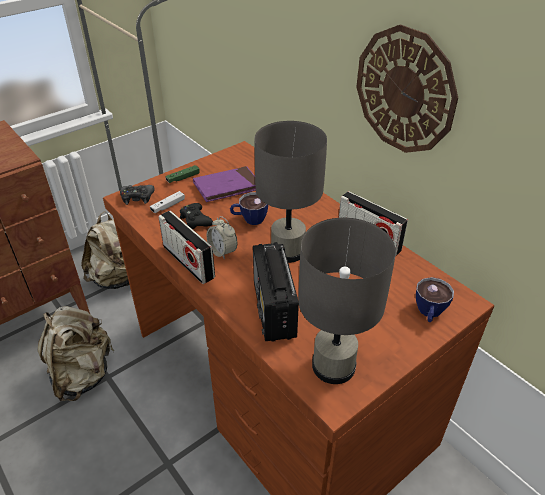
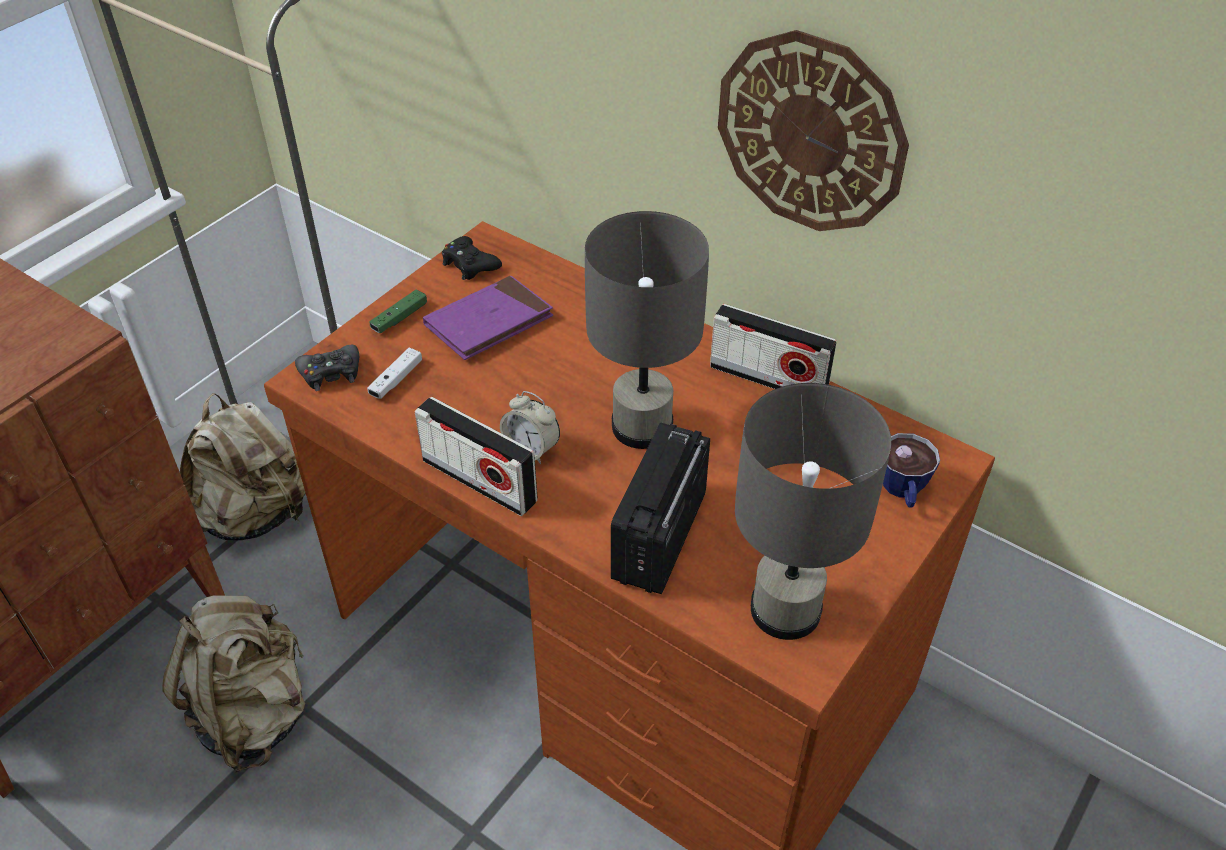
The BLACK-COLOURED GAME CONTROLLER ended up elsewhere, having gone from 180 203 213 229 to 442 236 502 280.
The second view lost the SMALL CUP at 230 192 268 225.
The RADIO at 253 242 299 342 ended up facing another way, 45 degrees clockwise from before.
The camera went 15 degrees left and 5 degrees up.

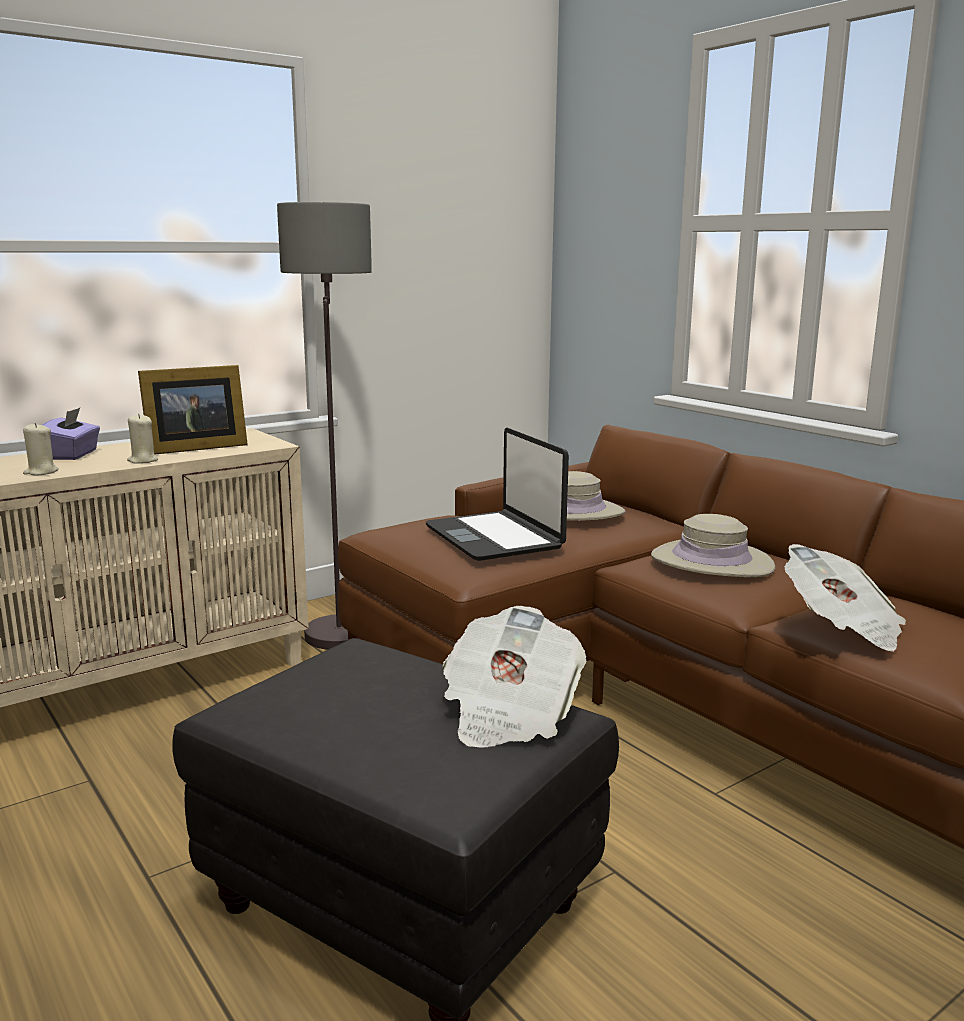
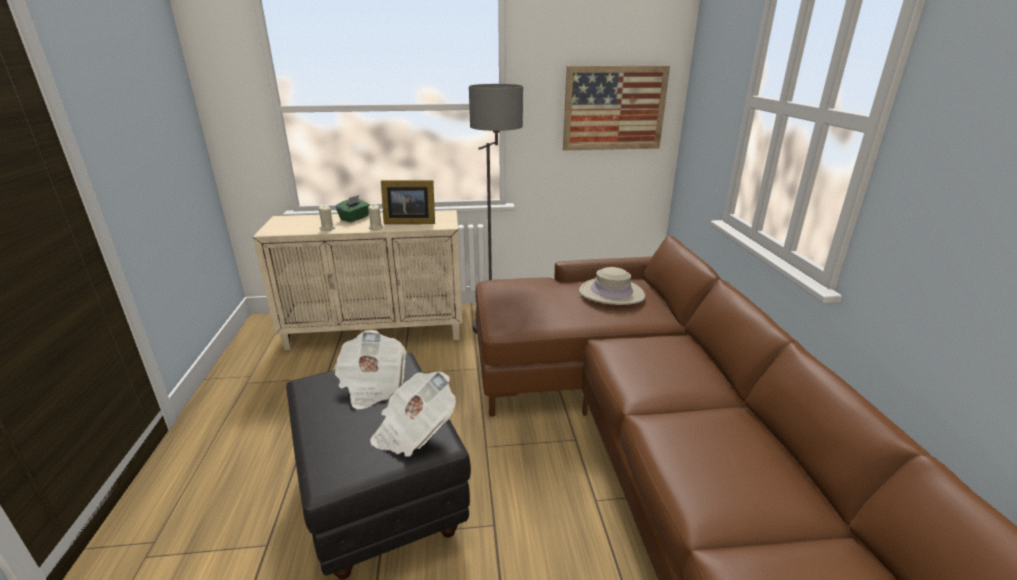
What was the PURPLE-COLOURED TISSUE HOLDER at 43 408 100 460 turned into the GREEN-COLOURED TISSUE HOLDER at 336 195 370 222.
The second view lost the PORTABLE COMPUTER at 426 428 569 561.
The second view lost the SAND-COLOURED HAT at 651 514 775 577.
The NEWSPAPER ended up elsewhere, having gone from 784 544 906 652 to 334 330 407 410.
The second view gained the WALL PICTURE at 563 65 670 150.
The camera went 30 degrees right and 10 degrees up.

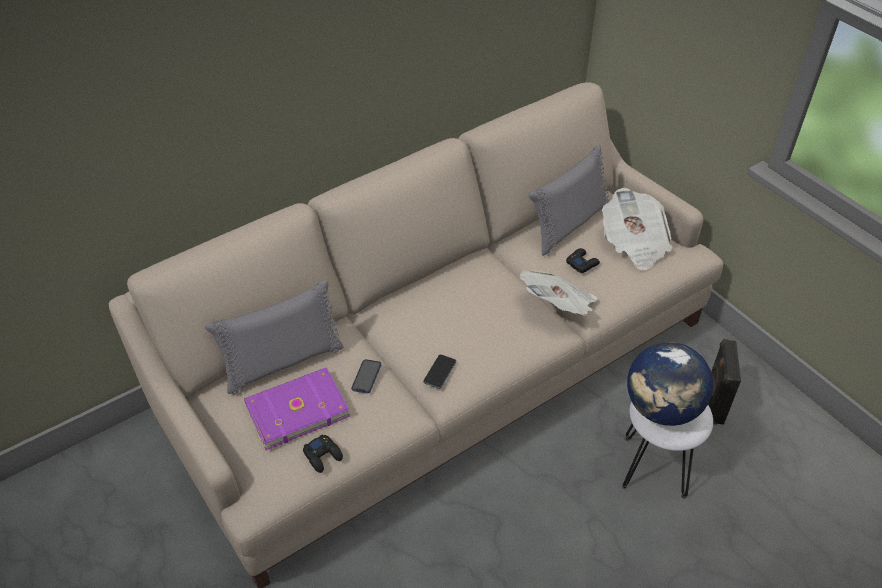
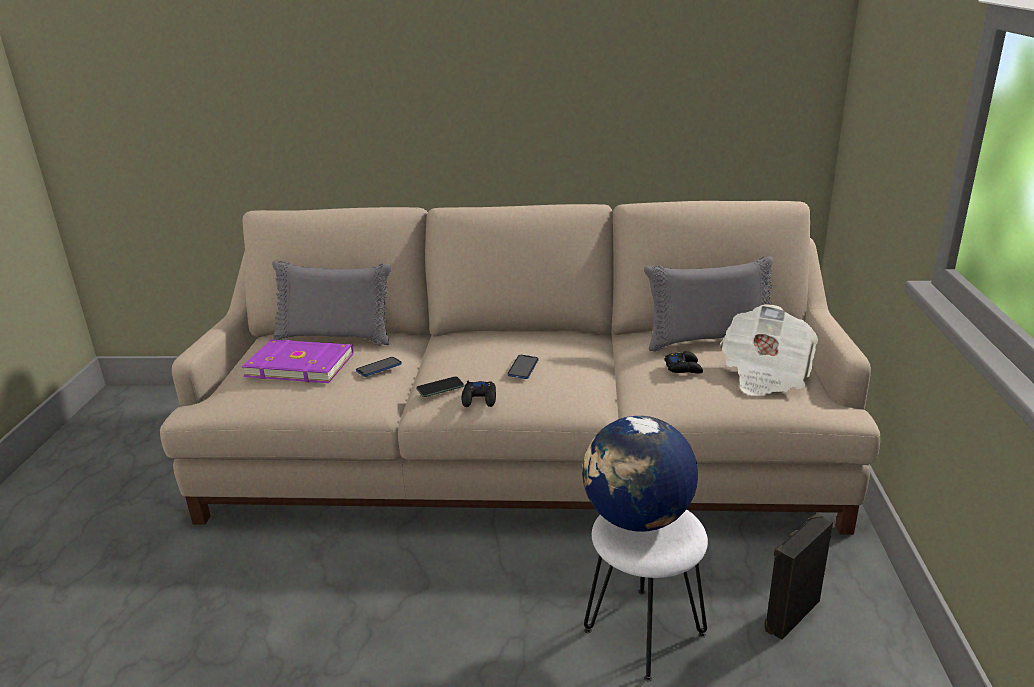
The BLACK-COLOURED GAME CONTROLLER ended up elsewhere, having gone from 303 434 343 473 to 461 381 496 407.
The second view lost the NEWSPAPER at 520 269 598 316.
The second view gained the HANDSET at 507 355 538 379.
The camera went 40 degrees right and 20 degrees down.

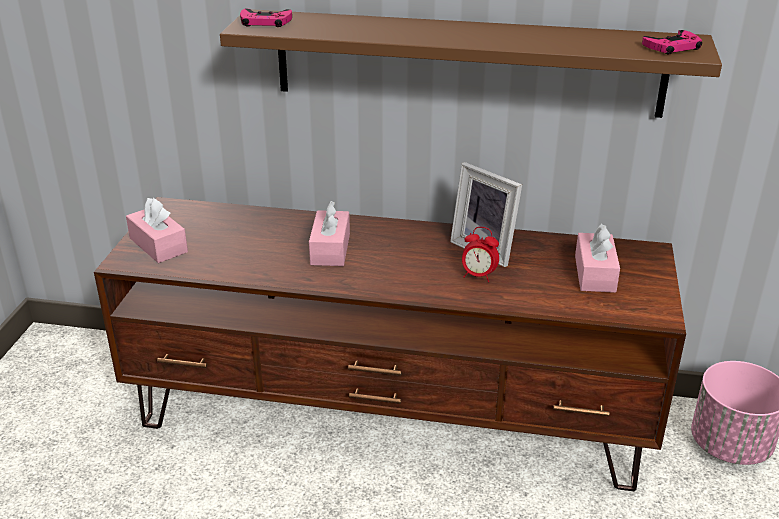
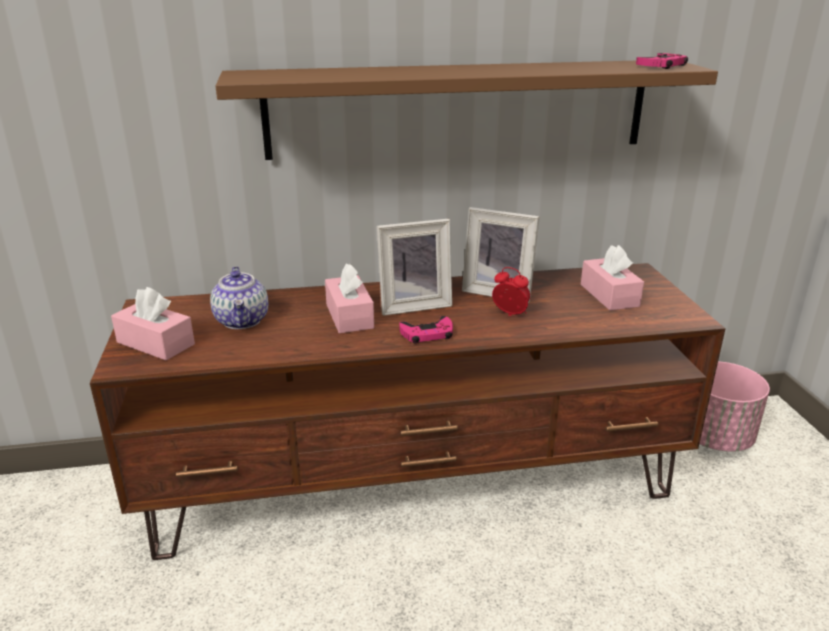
The PINKISH GAME CONTROLLER ended up elsewhere, having gone from 240 8 292 27 to 399 316 453 343.
The ALARM CLOCK at 462 227 499 282 ended up facing another way, 150 degrees counterclockwise from before.
The second view gained the TEAPOT at 210 266 268 329.
The second view gained the PHOTO FRAME at 377 219 452 316.
The camera went 20 degrees left and 5 degrees down.

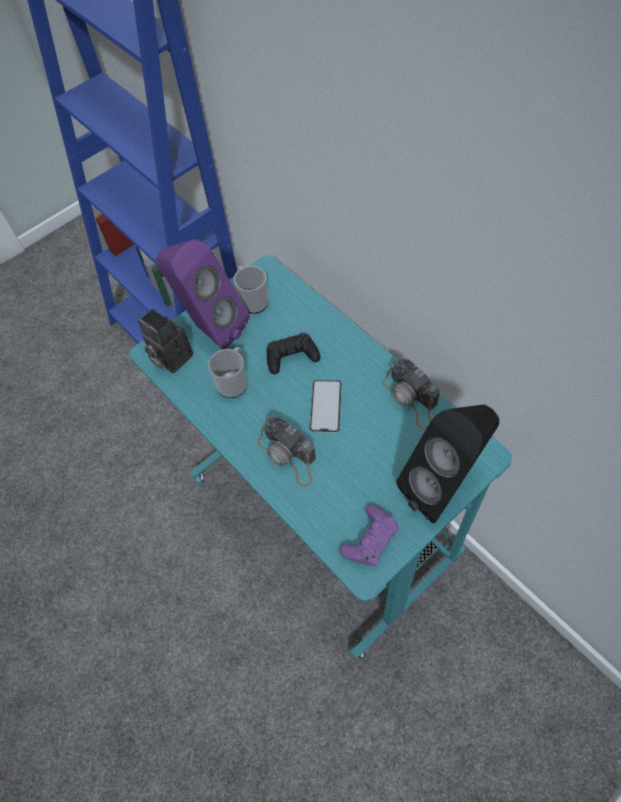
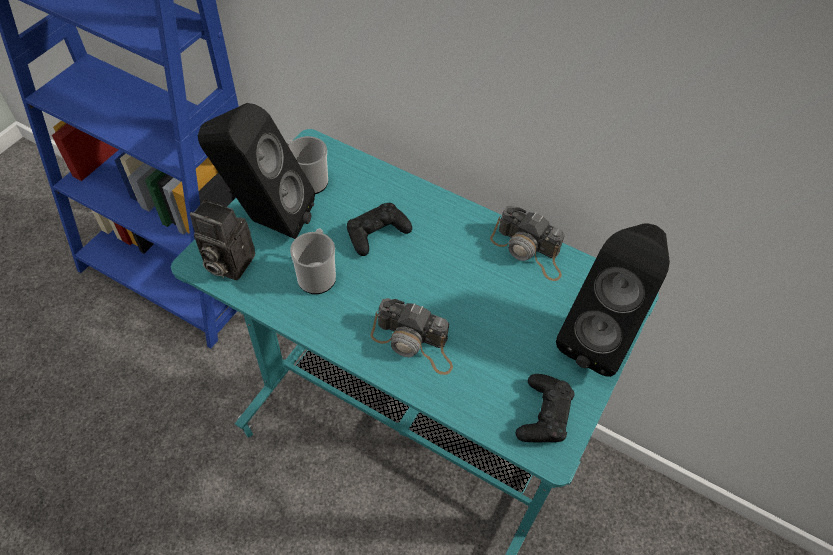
What was the PURPLE-COLOURED SPEAKER at 156 239 249 350 turned into the BLACK-COLOURED SPEAKER at 198 103 315 239.
The second view lost the HANDSET at 310 380 342 433.
What was the PURPLE-COLOURED GAME CONTROLLER at 339 505 399 566 turned into the BLACK-COLOURED GAME CONTROLLER at 516 374 575 442.
The camera went 25 degrees left and 5 degrees down.

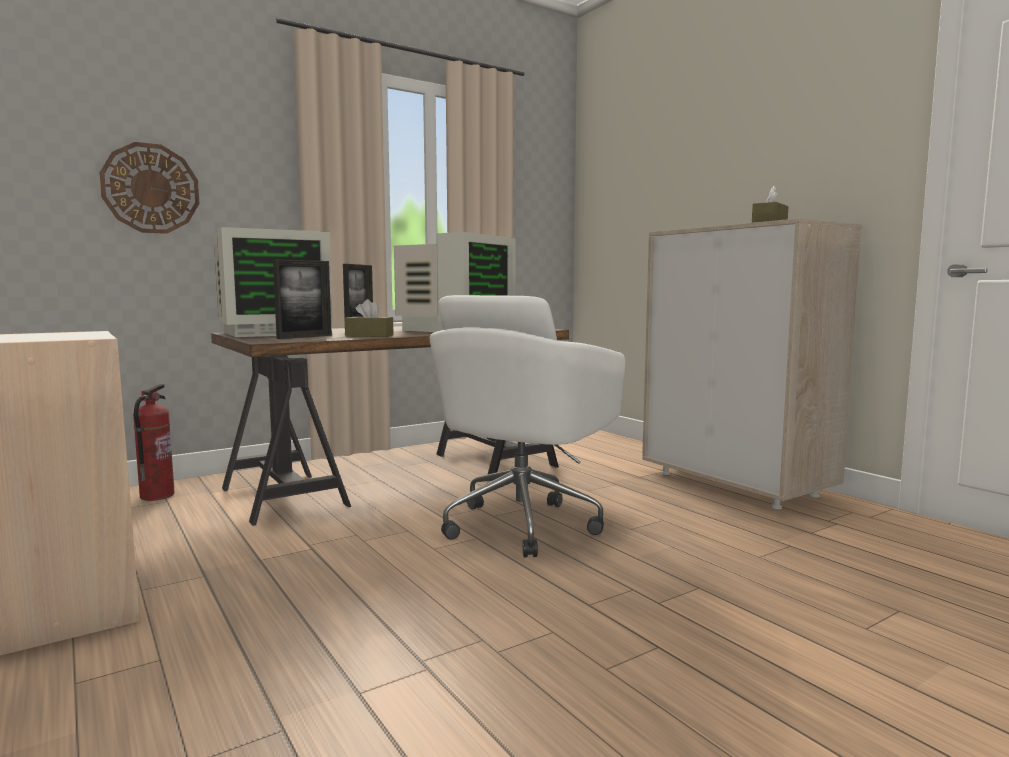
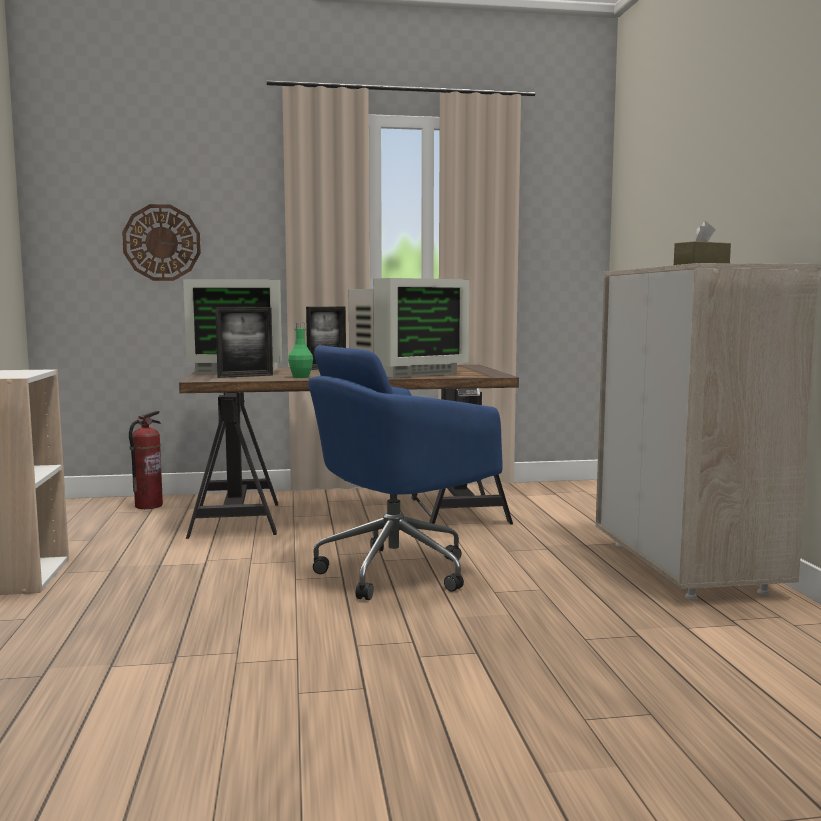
Where the BROWN-COLOURED TISSUE HOLDER stood at 345 299 394 337, the GREEN-COLOURED BEVERAGE BOTTLE came to stand at 288 323 313 378.
What was the WHITISH COMPUTER CHAIR at 429 295 625 557 turned into the BLUE COMPUTER CHAIR at 308 345 503 600.
The camera went 25 degrees right and 0 degrees up.

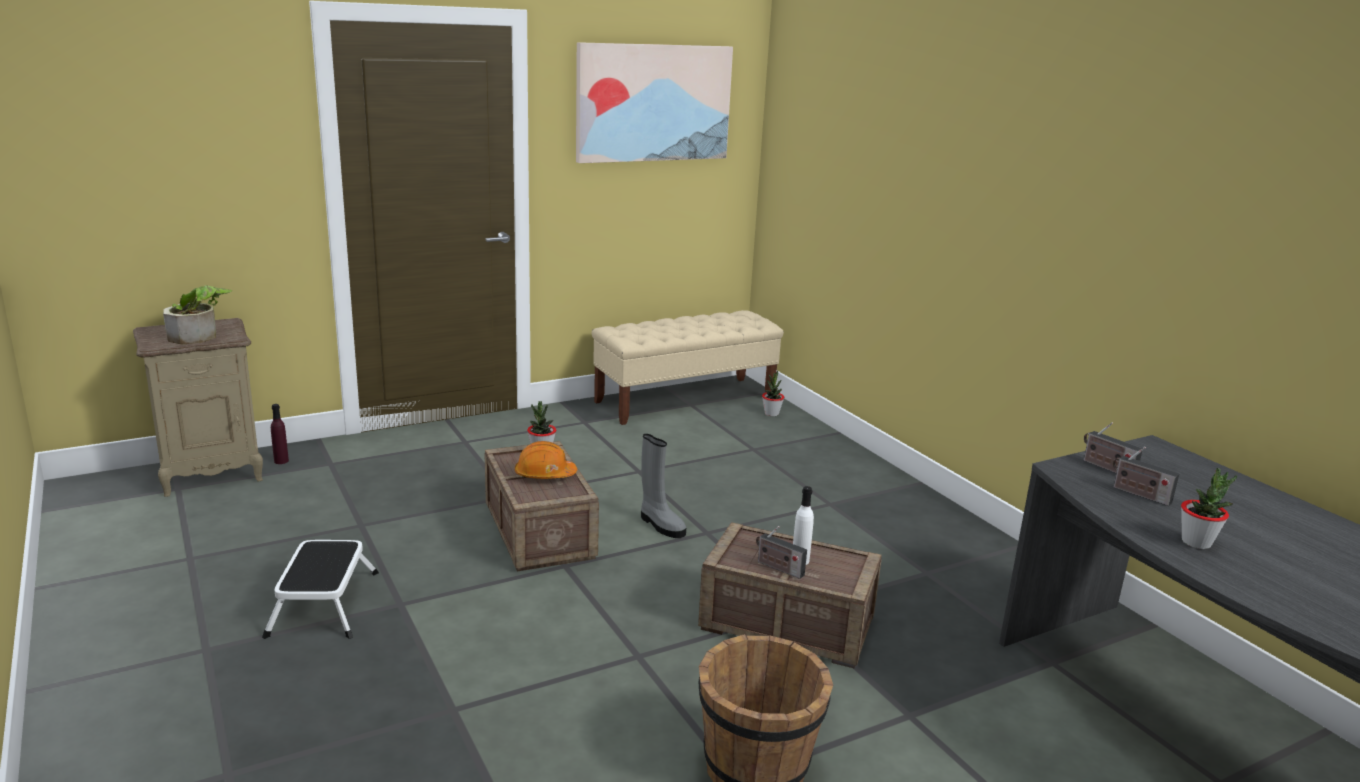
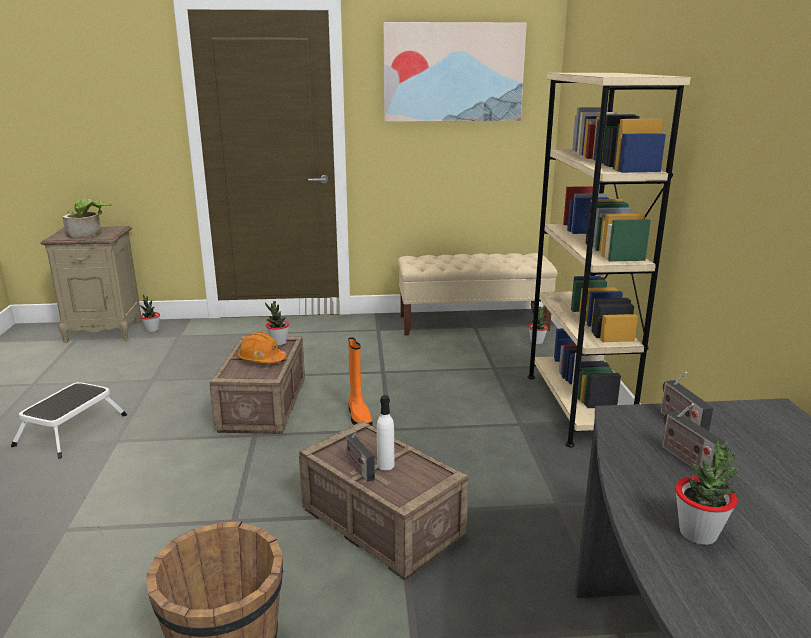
Where the PURPLE-COLOURED BEVERAGE BOTTLE stood at 271 404 289 464, the PLANT IN A POT came to stand at 139 295 160 332.
What was the GREYISH HIGH-TOP BOOT at 641 434 686 538 turned into the ORANGEY HIGH-TOP BOOT at 348 337 372 426.
The second view gained the SAND-COLOURED SHELVING UNIT at 527 73 691 447.
The camera went 25 degrees right and 0 degrees up.

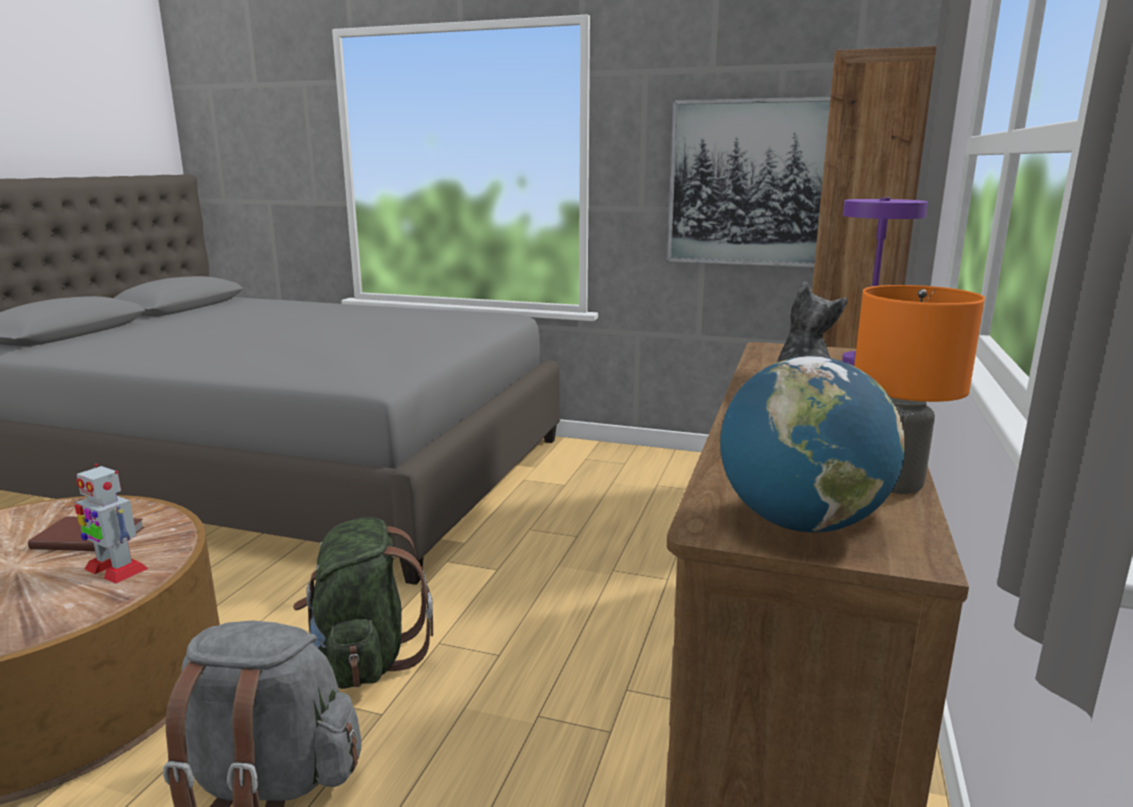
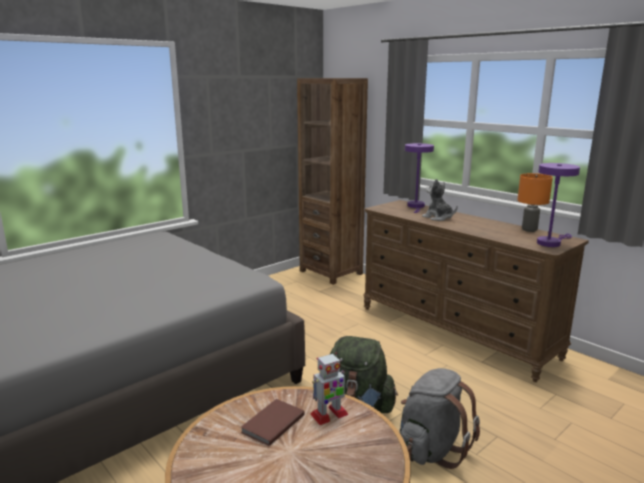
The second view lost the WALL PICTURE at 667 96 831 267.
Where the DESK GLOBE stood at 720 356 905 533, the PURPLE-COLOURED LAMP FOR A TABLE came to stand at 537 163 580 247.
The camera went 60 degrees left and 0 degrees up.

